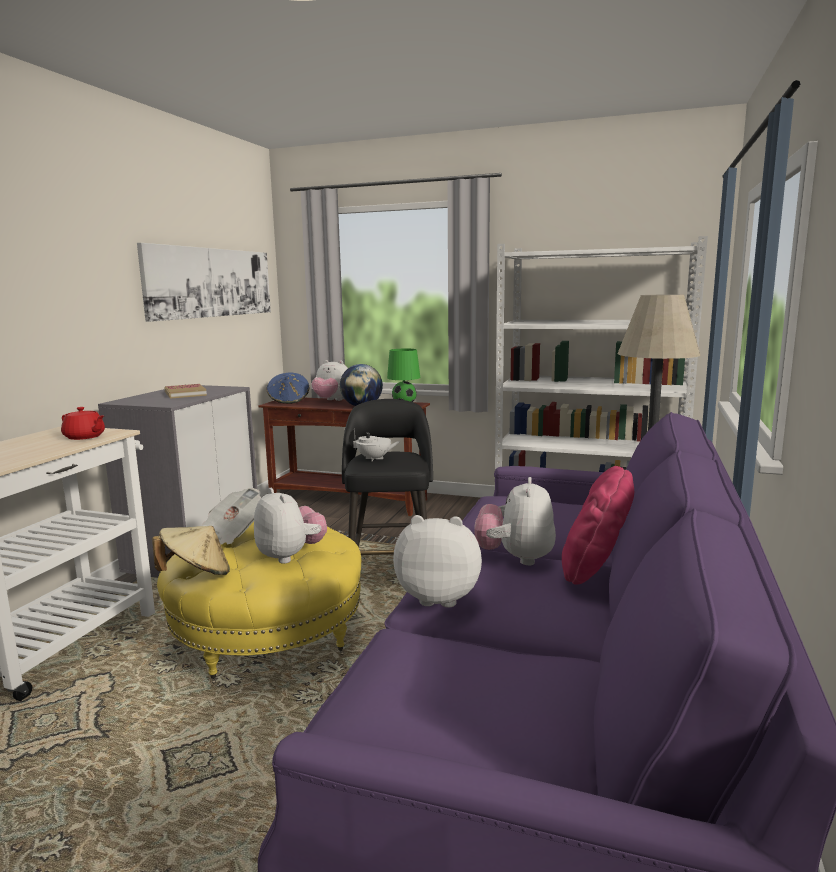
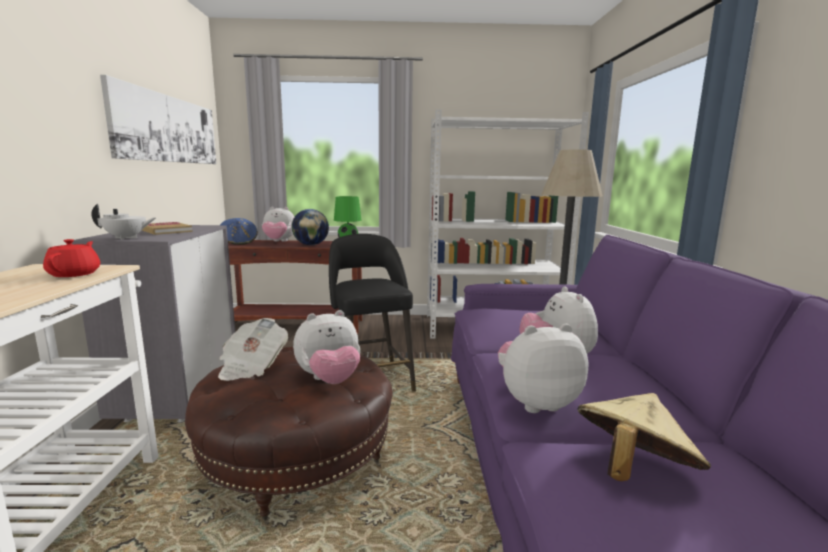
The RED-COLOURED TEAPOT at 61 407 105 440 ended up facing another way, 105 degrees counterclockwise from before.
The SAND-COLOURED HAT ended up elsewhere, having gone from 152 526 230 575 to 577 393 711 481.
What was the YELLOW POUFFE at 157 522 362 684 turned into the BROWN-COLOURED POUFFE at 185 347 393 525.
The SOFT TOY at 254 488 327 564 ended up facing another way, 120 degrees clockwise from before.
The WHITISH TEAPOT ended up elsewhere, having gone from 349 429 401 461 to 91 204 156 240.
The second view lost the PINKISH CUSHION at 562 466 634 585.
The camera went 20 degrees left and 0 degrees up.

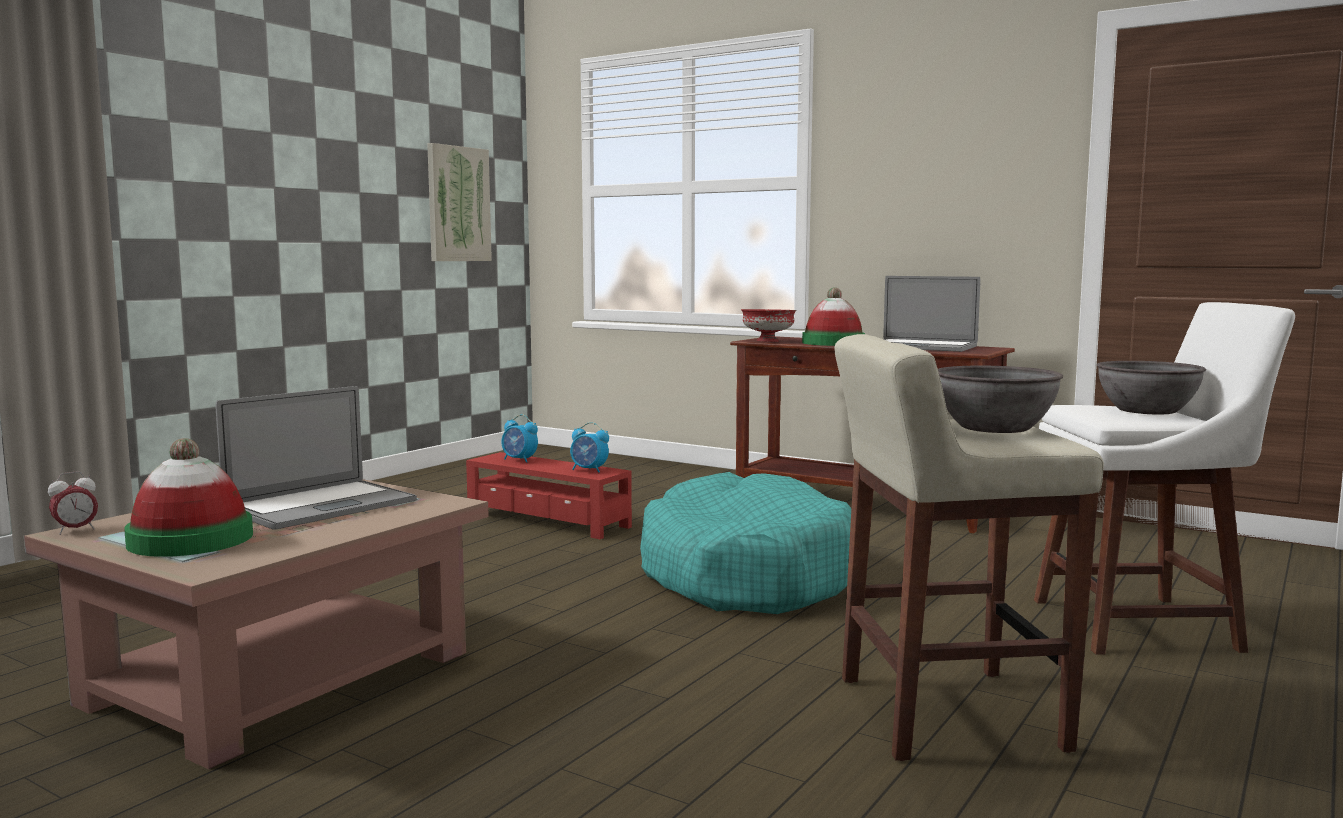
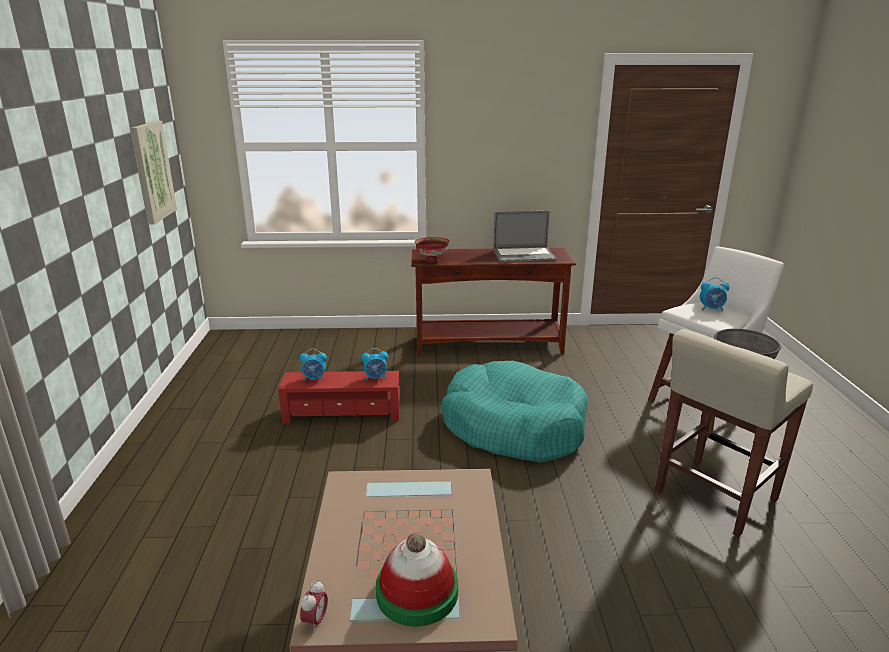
The second view lost the PORTABLE COMPUTER at 216 386 417 530.
The second view lost the HAT at 802 287 865 346.
Where the GREYISH SERVING BOWL stood at 1097 361 1206 414, the ALARM CLOCK came to stand at 700 278 729 311.
The camera went 35 degrees left and 15 degrees up.

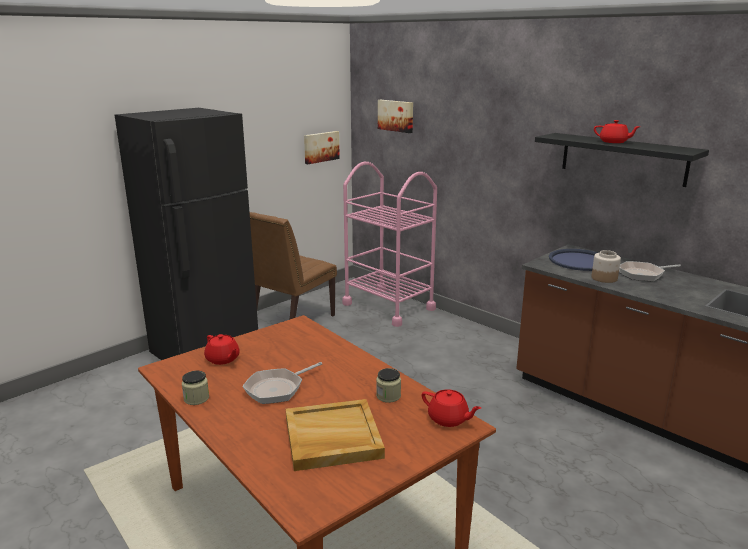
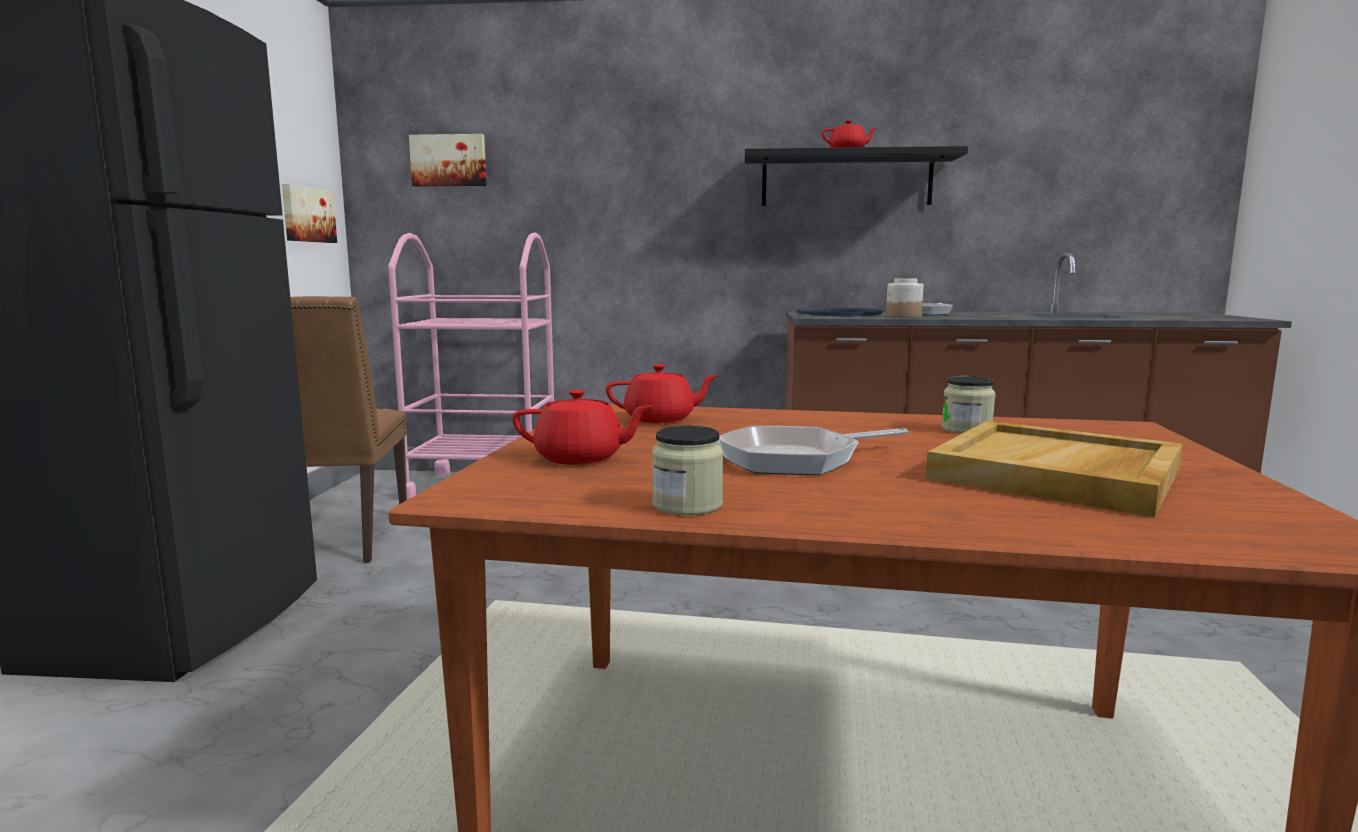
The PAN at 242 362 323 404 ended up facing another way, 60 degrees clockwise from before.
The RED-COLOURED TEAPOT ended up elsewhere, having gone from 422 389 481 427 to 606 364 719 423.
The camera went 40 degrees left and 10 degrees down.

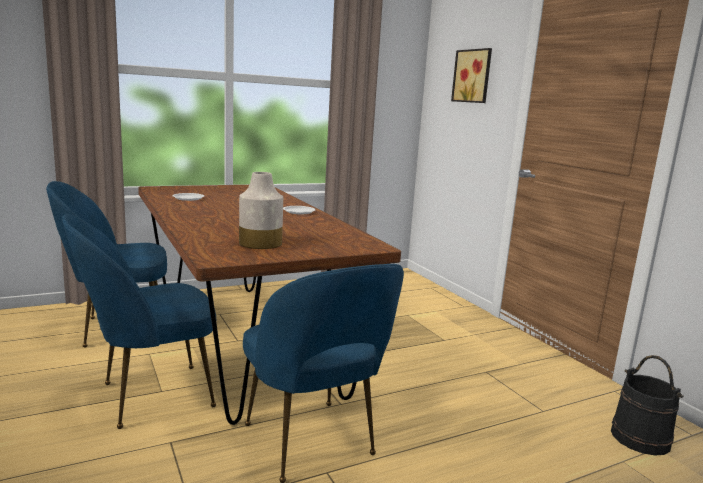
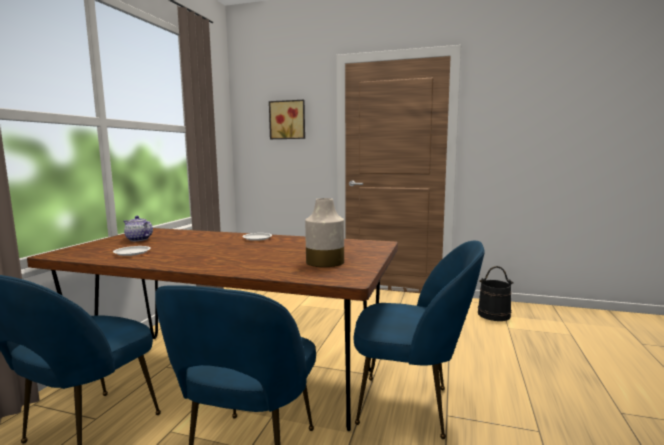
The second view gained the TEAPOT at 124 216 153 241.
The camera went 45 degrees left and 5 degrees down.

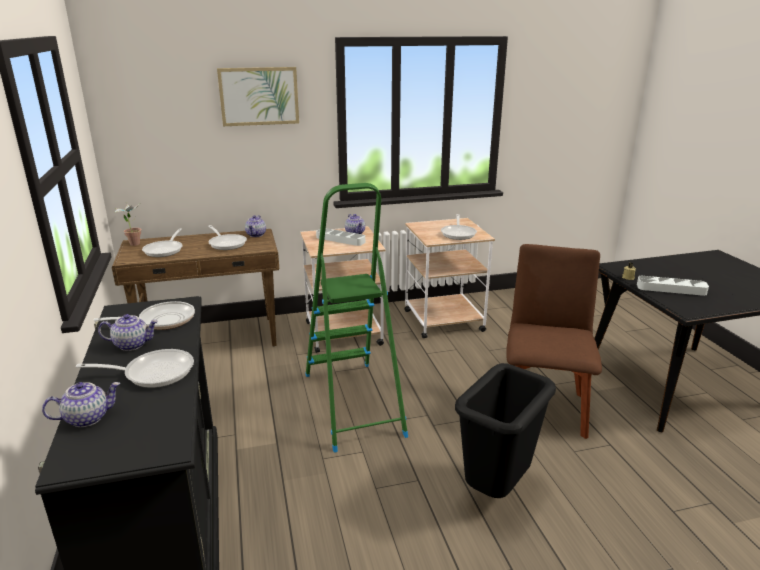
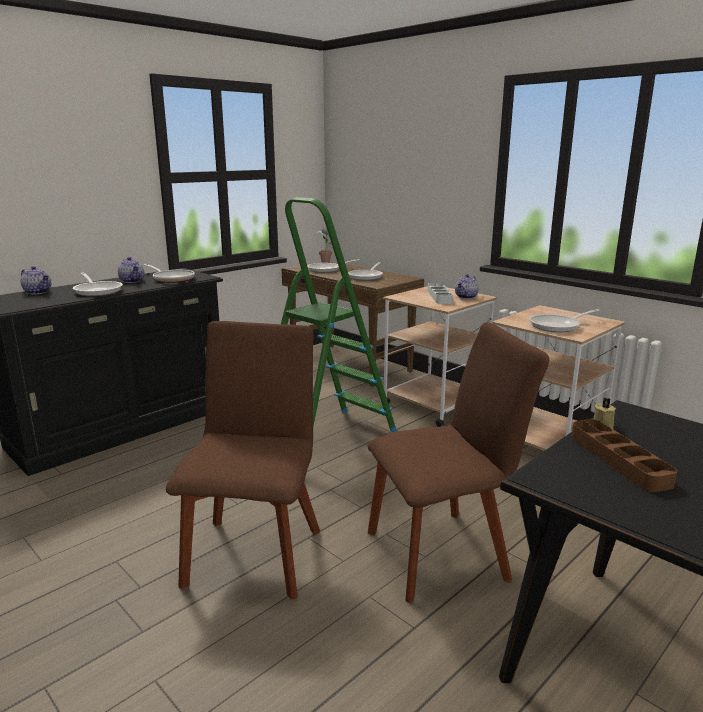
The second view lost the WALL PICTURE at 217 67 299 126.
The second view lost the TEAPOT at 245 215 266 237.
Where the BLACK-COLOURED WASTE BIN stood at 455 363 556 498, the BROWN-COLOURED UPRIGHT CHAIR came to stand at 166 321 320 599.
What was the WHITISH CARRYING TRAY at 637 276 709 296 turned into the BROWN-COLOURED CARRYING TRAY at 571 419 677 492.
The camera went 60 degrees right and 5 degrees down.

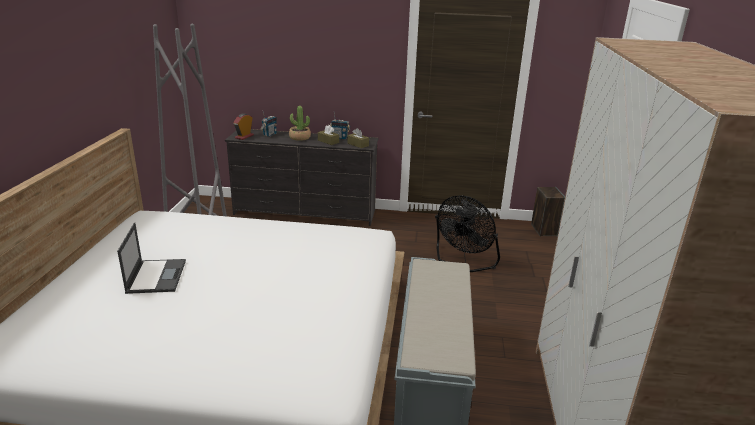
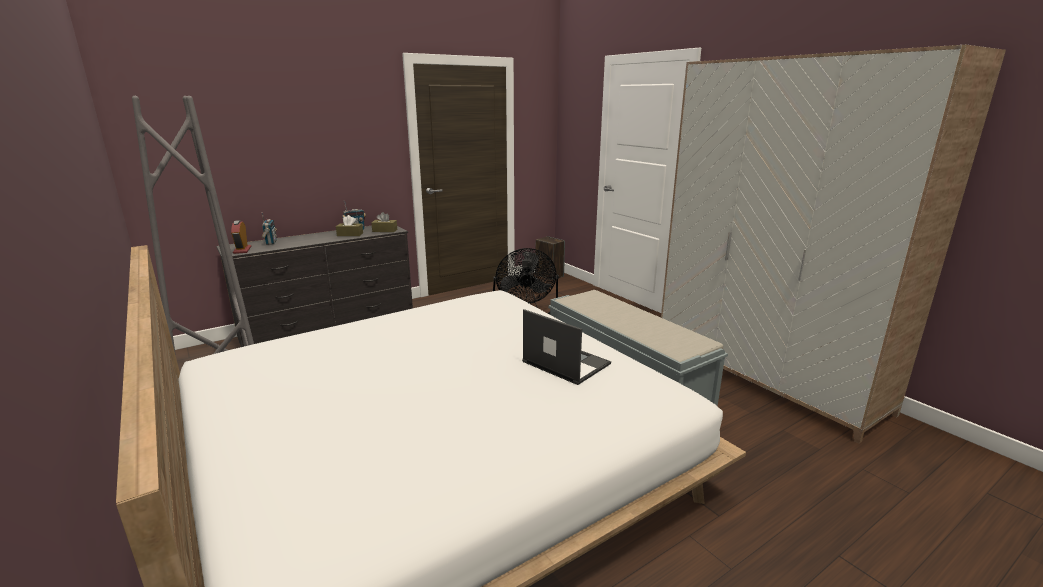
The PORTABLE COMPUTER ended up elsewhere, having gone from 117 223 186 294 to 522 309 611 385.
The second view lost the PLANT IN A POT at 289 106 311 141.
The camera went 40 degrees left and 5 degrees down.

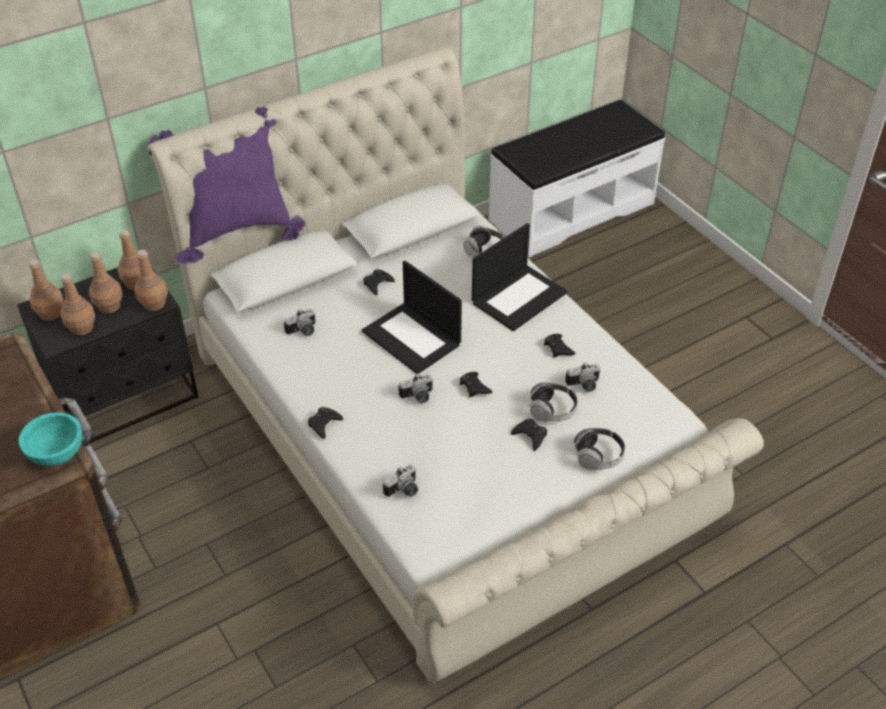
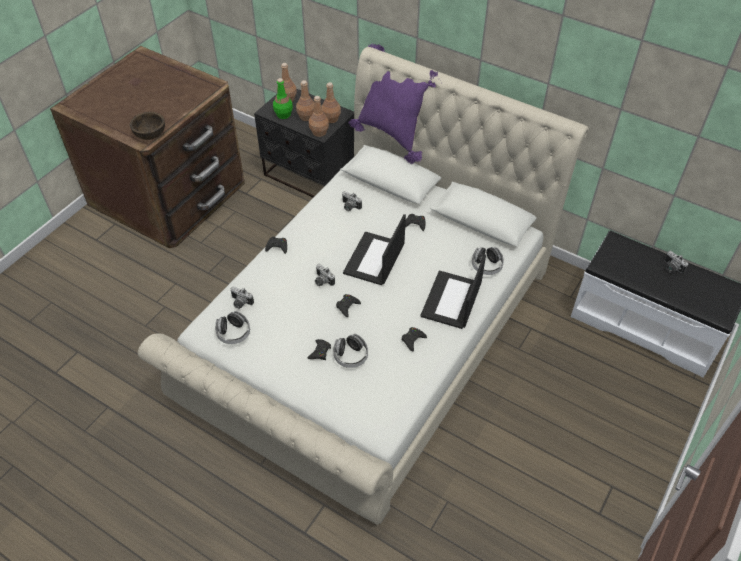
What was the TURQUOISE SERVING BOWL at 19 412 82 466 turned into the BROWN-COLOURED SERVING BOWL at 130 112 165 140.
What was the BROWN-COLOURED BEVERAGE BOTTLE at 61 274 95 335 turned into the GREEN-COLOURED BEVERAGE BOTTLE at 273 78 293 119.
The PORTABLE COMPUTER at 472 223 567 331 ended up facing another way, 90 degrees clockwise from before.
The STILL CAMERA ended up elsewhere, having gone from 565 362 600 392 to 664 251 688 273.
The HEADPHONES ended up elsewhere, having gone from 574 428 625 470 to 215 311 250 344.
The camera went 65 degrees right and 5 degrees up.

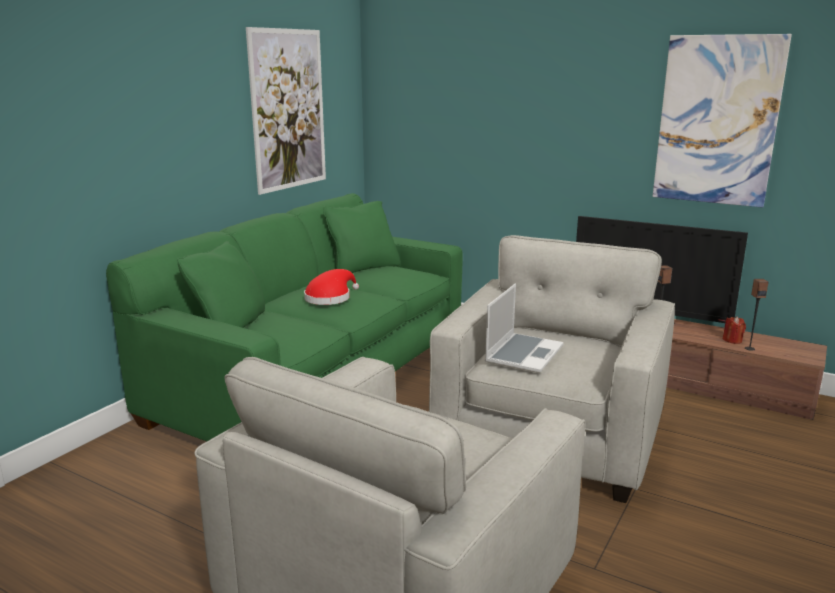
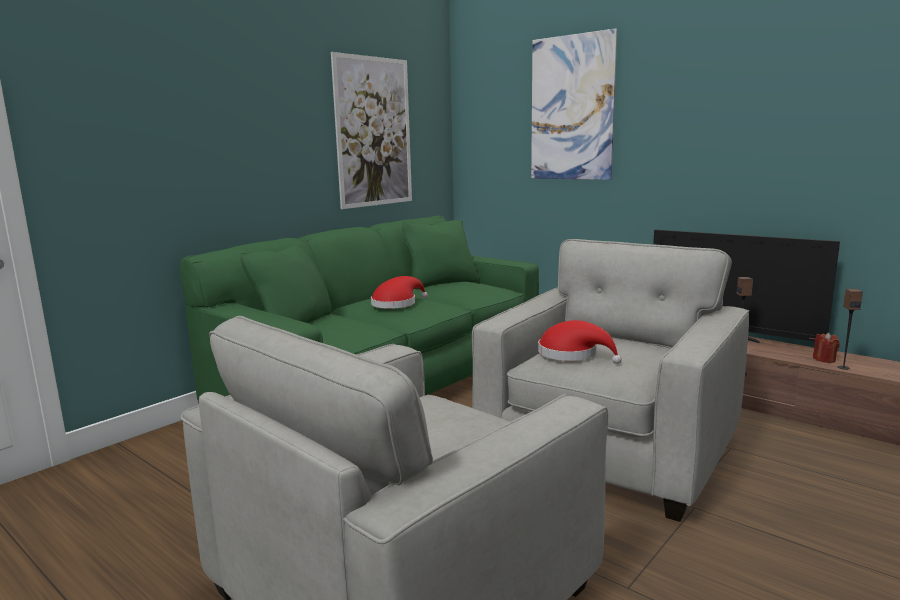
Where the PORTABLE COMPUTER stood at 485 284 564 373, the RED-COLOURED HAT came to stand at 538 320 622 364.
The WALL PICTURE ended up elsewhere, having gone from 653 34 792 208 to 531 28 617 180.
The camera went 10 degrees right and 5 degrees down.

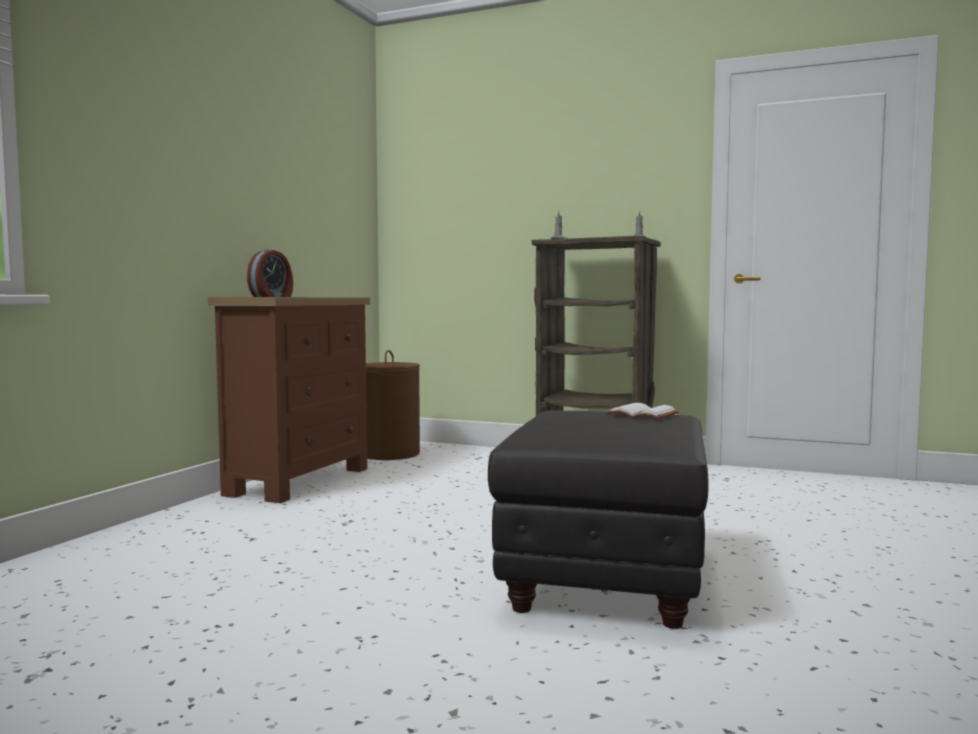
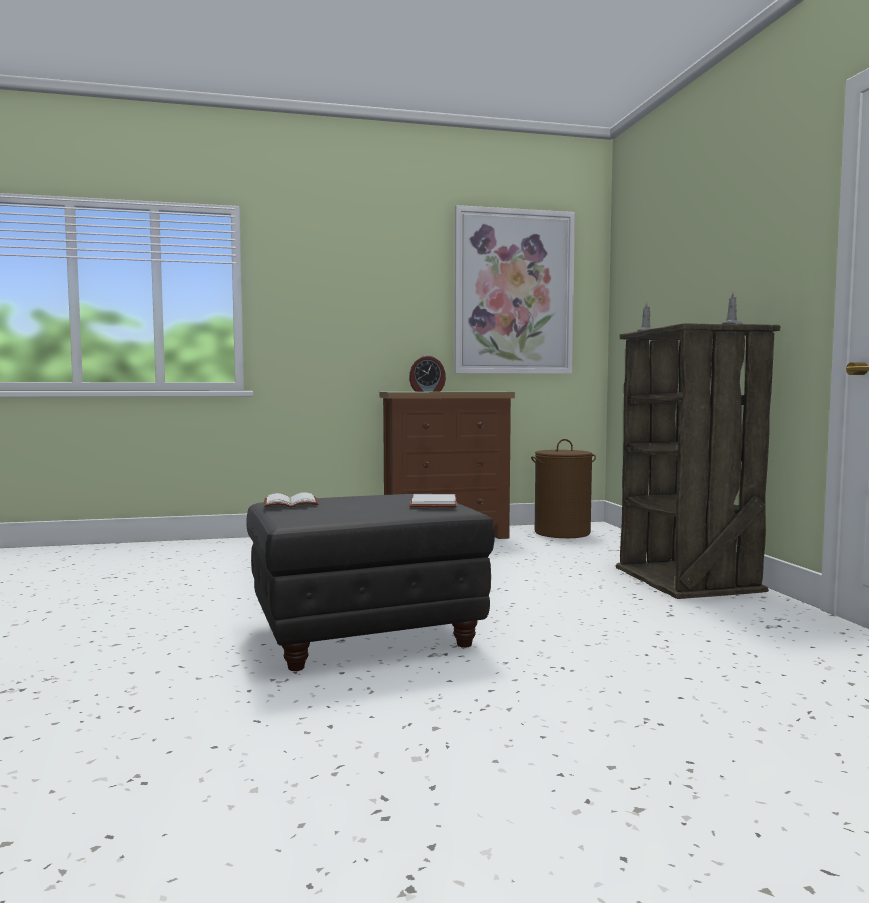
The second view gained the WHITISH BOUND BOOK at 264 492 319 508.
The second view gained the WALL PICTURE at 454 205 575 374.
The camera went 55 degrees right and 0 degrees up.

